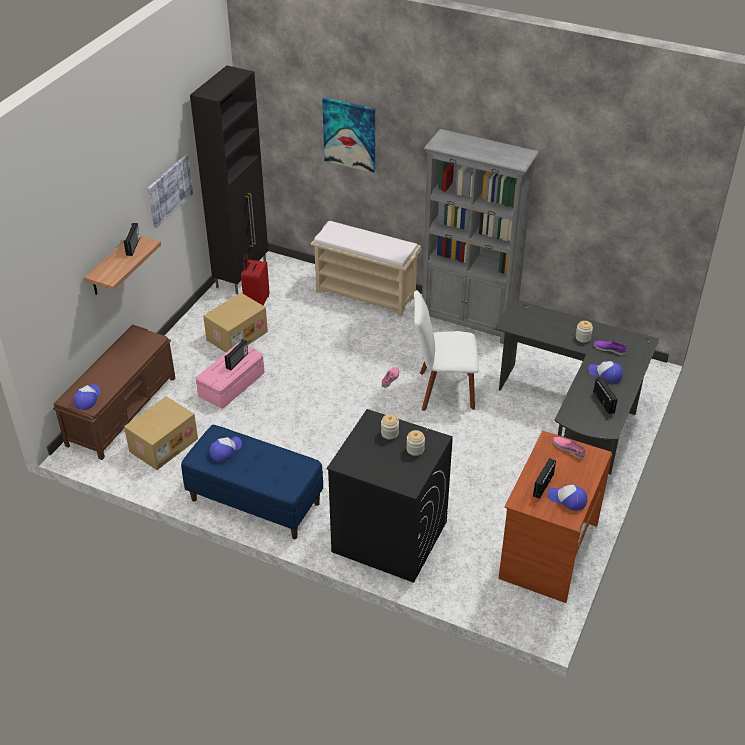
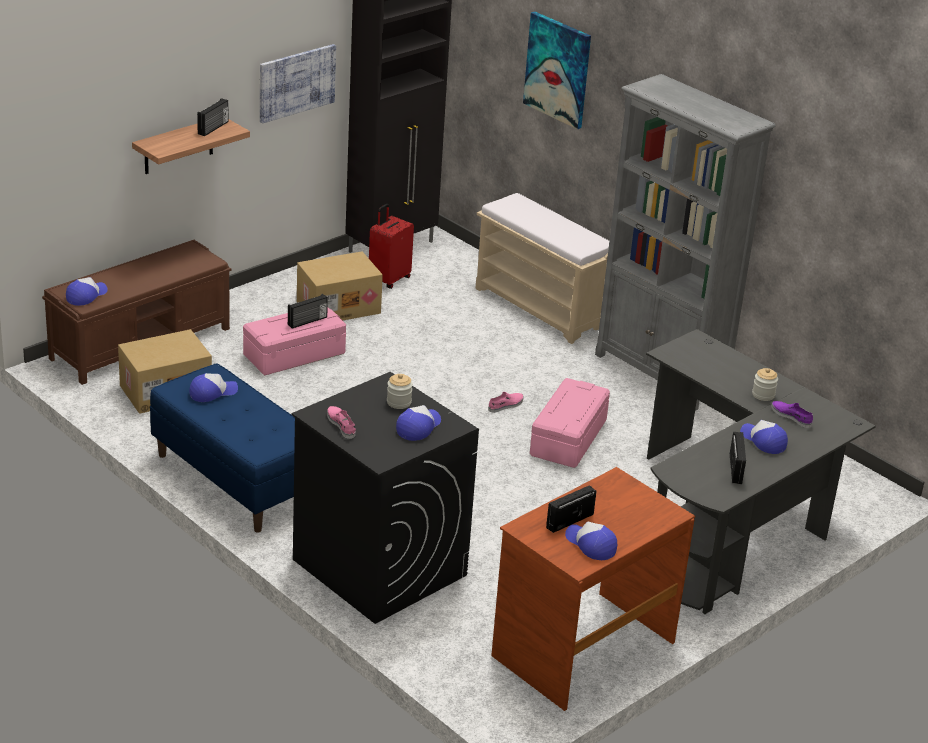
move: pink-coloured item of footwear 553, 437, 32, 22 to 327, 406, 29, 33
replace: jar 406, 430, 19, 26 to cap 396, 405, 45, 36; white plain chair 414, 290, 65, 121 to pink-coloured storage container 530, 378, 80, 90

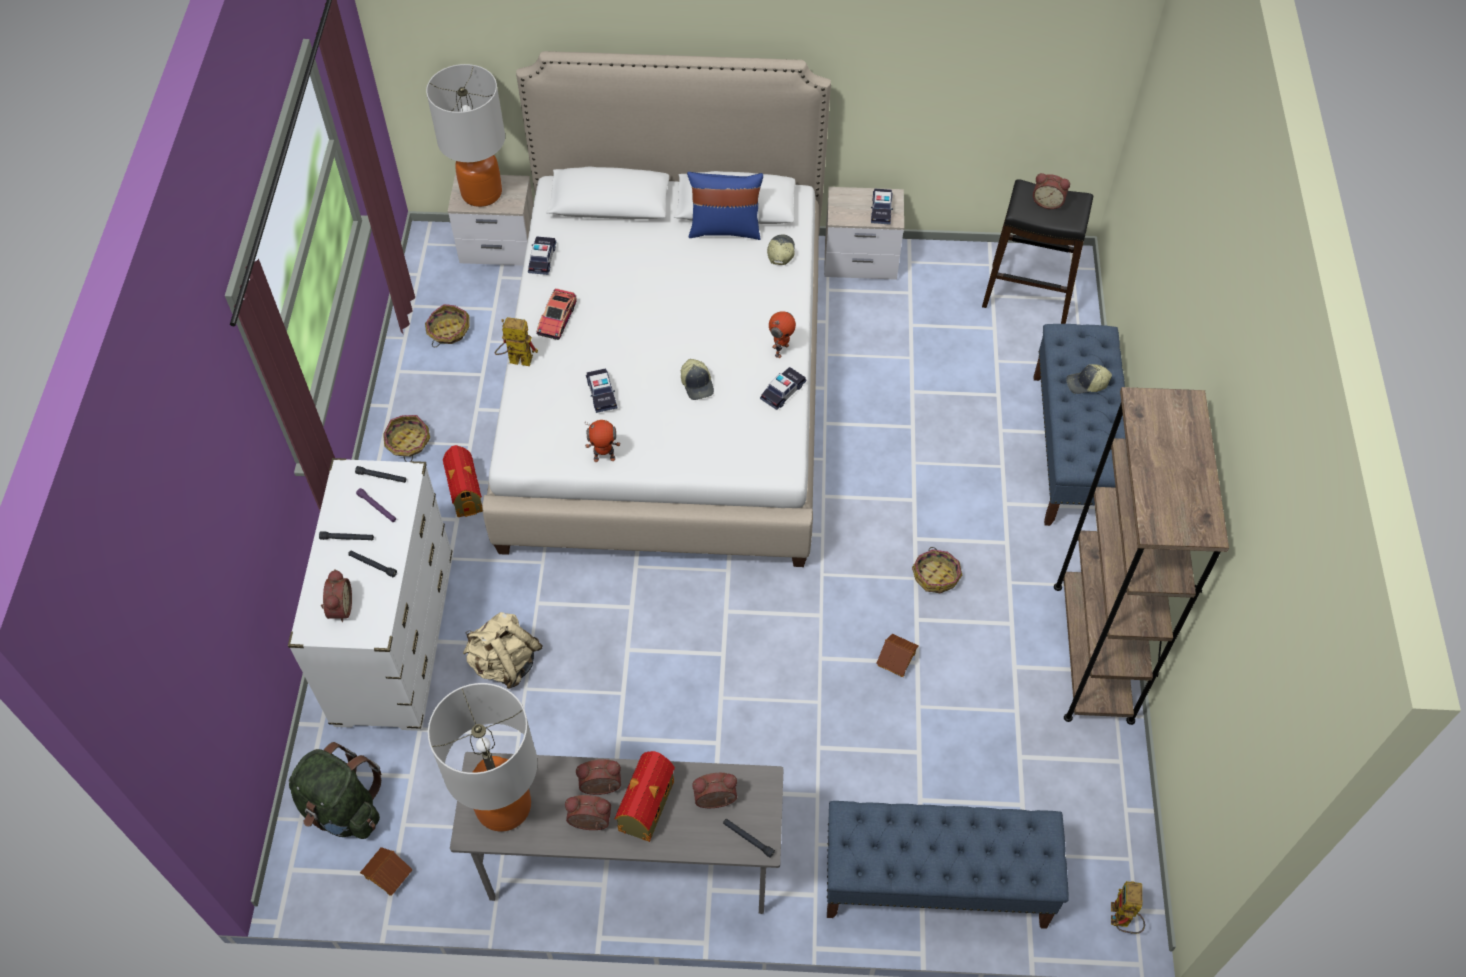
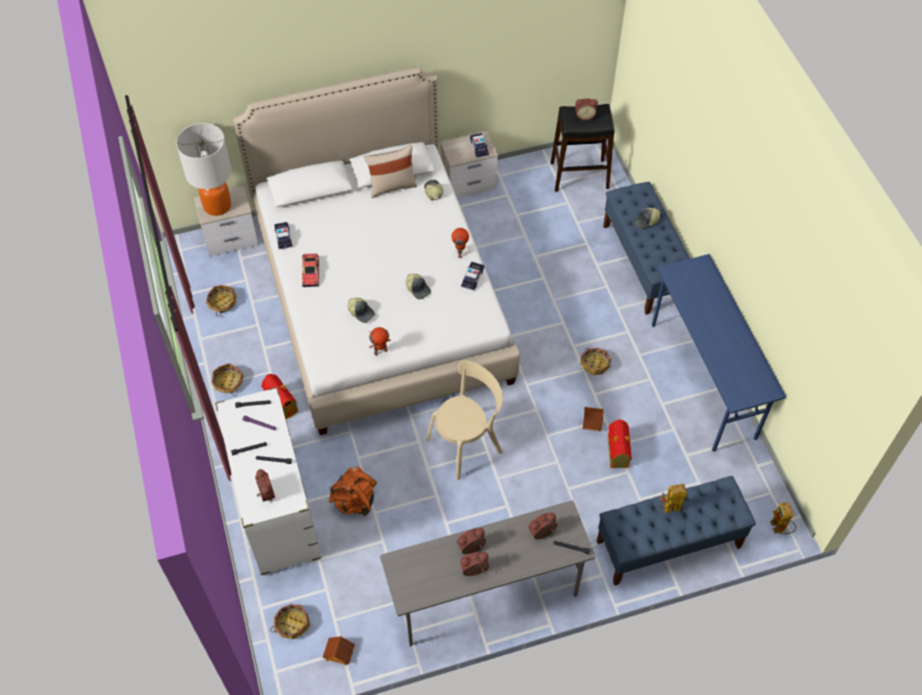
delete: table lamp 428, 683, 110, 148
insert: beige-coloured plain chair 426, 360, 77, 120
move: toy house 615, 751, 60, 91 to 608, 420, 24, 48; model robot 495, 317, 43, 49 to 659, 484, 28, 29
replace: green-coloured backpack 289, 742, 93, 97 to basket 270, 604, 41, 35; model car 586, 368, 31, 45 to cap 348, 298, 27, 25; brown bookshelf 1054, 387, 175, 338 to blue-coloured desk table 652, 254, 134, 198
recolor: beige-coloured backpack 463, 612, 80, 77 to orangey backpack 329, 467, 48, 49; blue-coloured throw pillow 687, 172, 76, 68 to beige-coloured throw pillow 364, 145, 53, 53

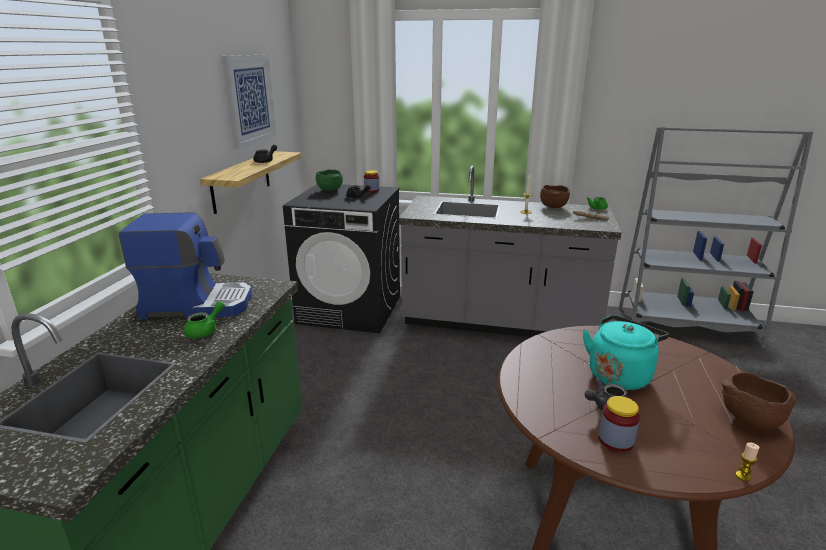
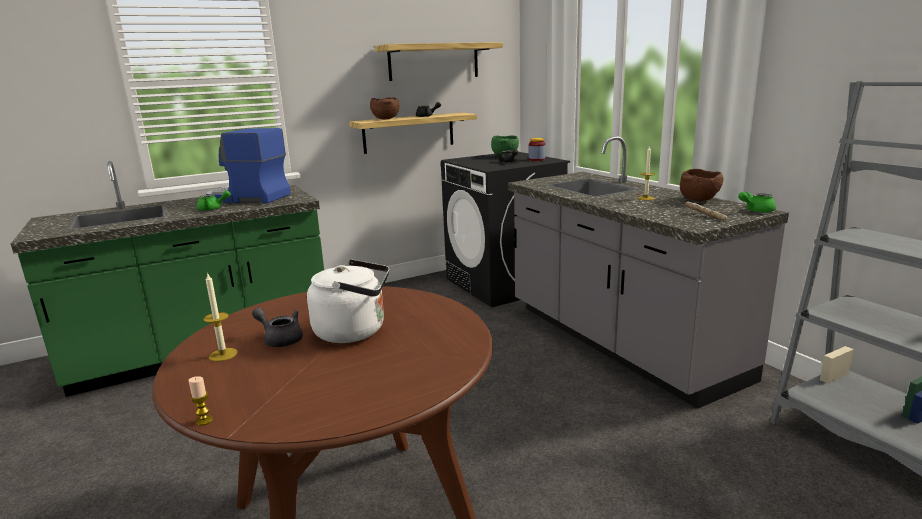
move: brown deep dish 722, 372, 75, 58 to 370, 98, 29, 21
replace: jar 598, 396, 42, 56 to candle 203, 272, 35, 89; picture 222, 55, 54, 94 to wall shelf 375, 42, 128, 39
recolor: blue-green kettle 583, 315, 86, 75 to white kettle 307, 259, 82, 84
rotate: coffee brewer 119, 212, 134, 108 = 206, 128, 85, 76 150 degrees clockwise

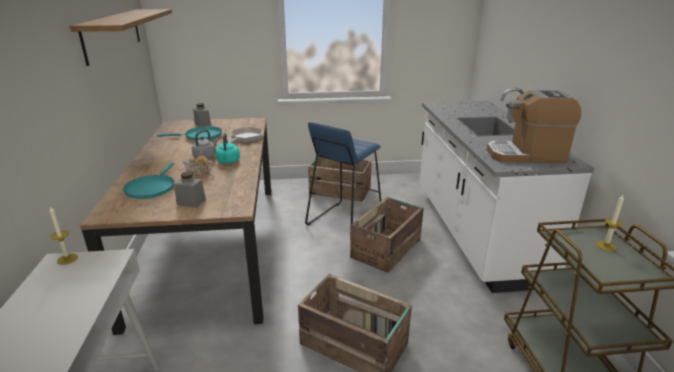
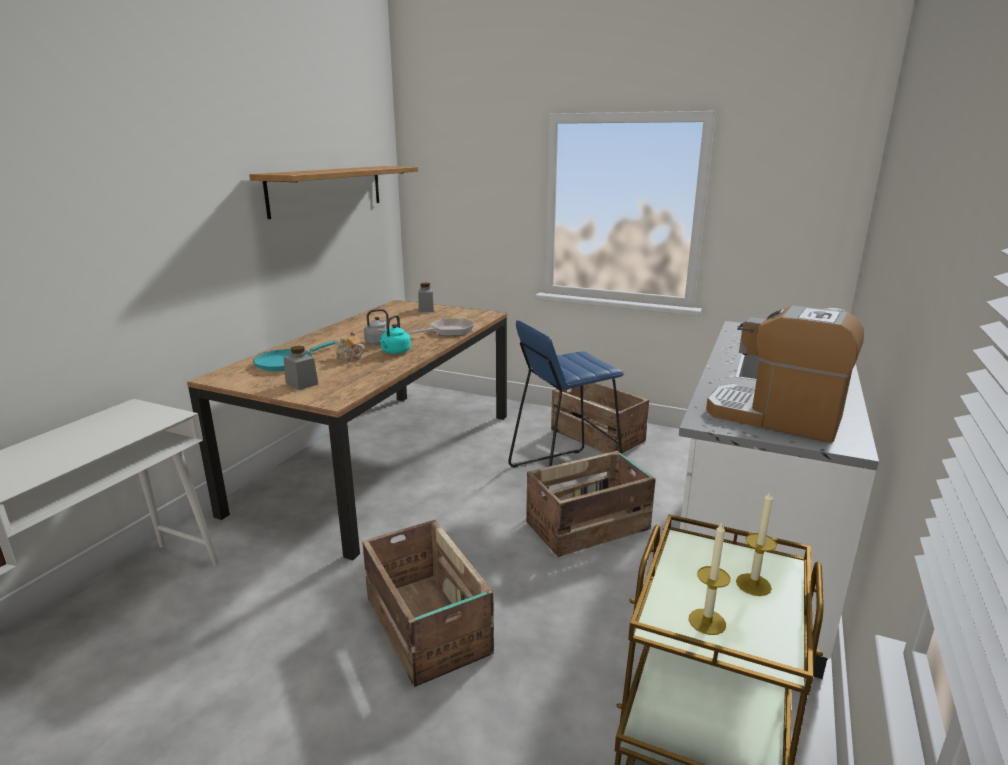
delete: blue-green skillet 157, 126, 65, 15
move: candle 49, 207, 29, 58 to 689, 521, 41, 114

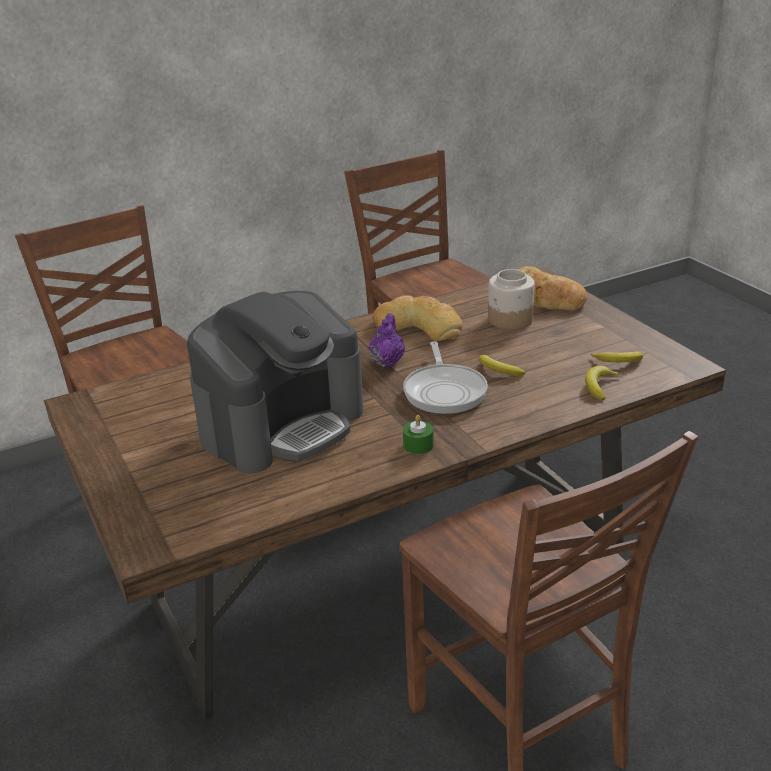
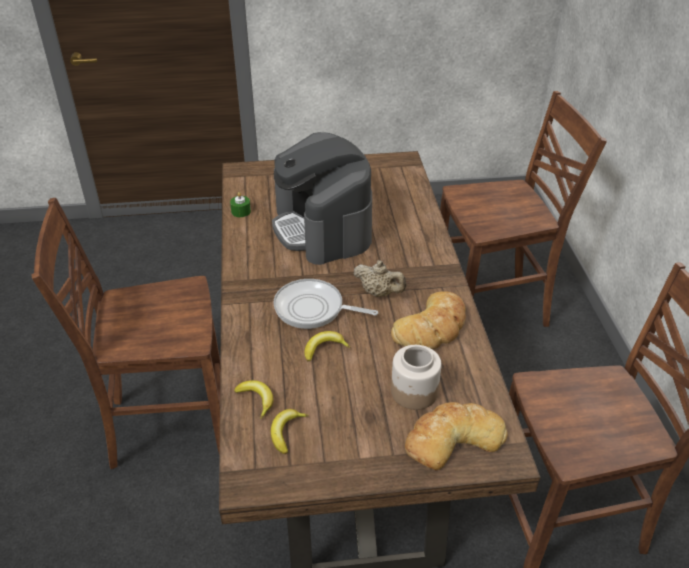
move: green-coloured candle 403, 415, 31, 39 to 230, 192, 21, 25
recolor: purplish teapot 368, 313, 37, 54 to beige-coloured teapot 353, 260, 53, 37

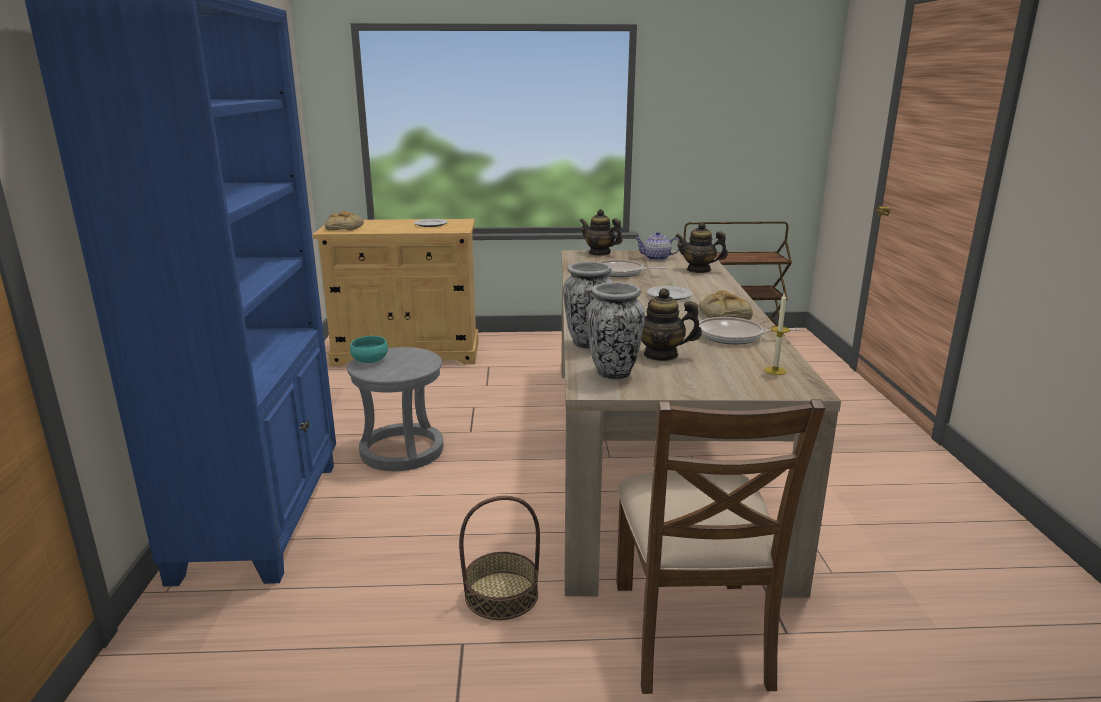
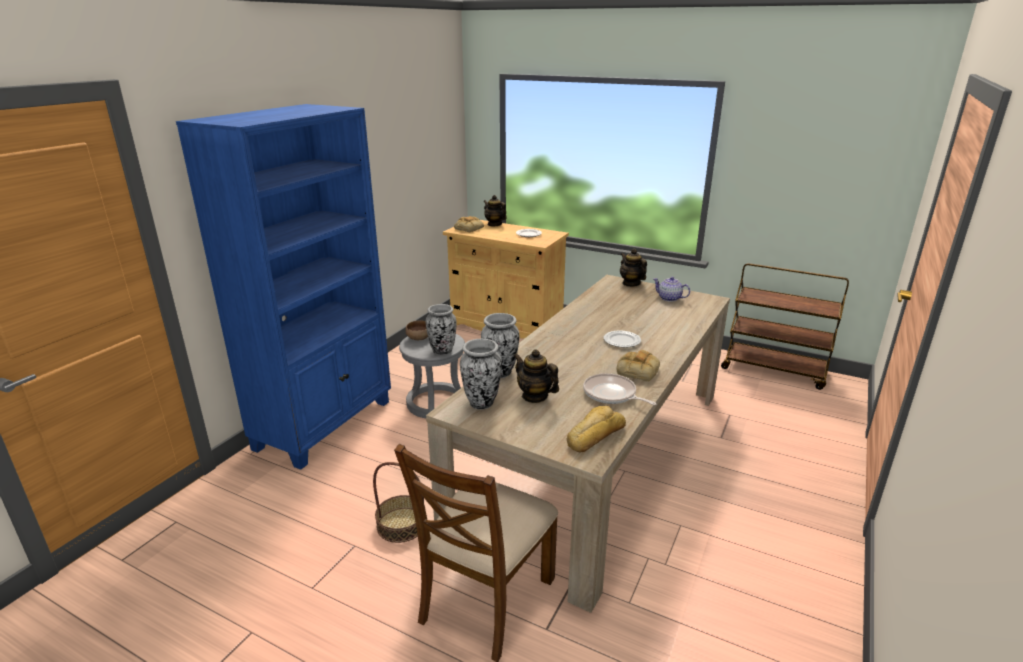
delete: skillet 599, 260, 69, 17
insert: flower vase 426, 304, 31, 51
move: teapot 675, 222, 53, 51 to 483, 195, 24, 31
replace: candle 764, 292, 26, 83 to baked bread 567, 406, 59, 46
recolor: blue-green deep dish 350, 336, 38, 27 to brown deep dish 405, 320, 23, 20

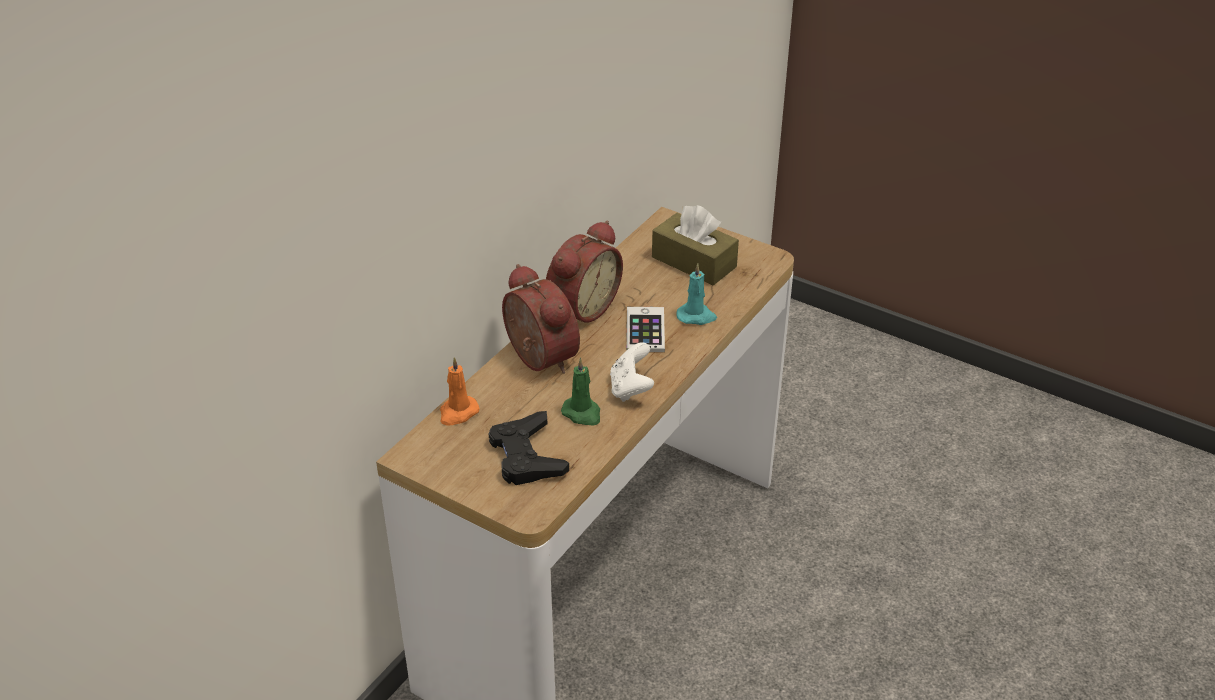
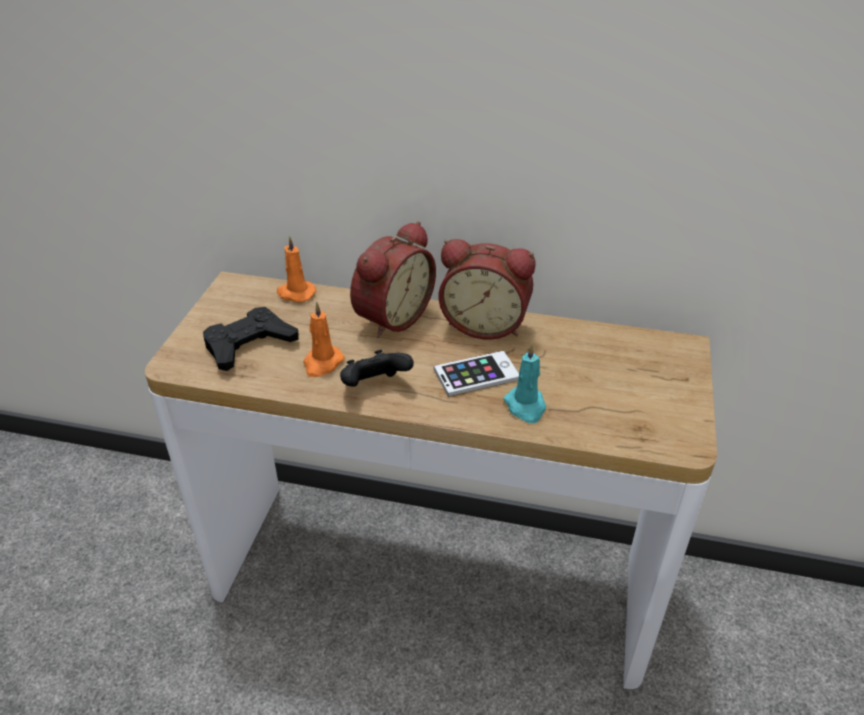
delete: brown tissue box 652, 205, 87, 80
recolor: green-coloured candle 561, 358, 39, 68 to orangey candle 303, 302, 42, 75; white joypad 610, 342, 44, 60 to black joypad 340, 350, 74, 37

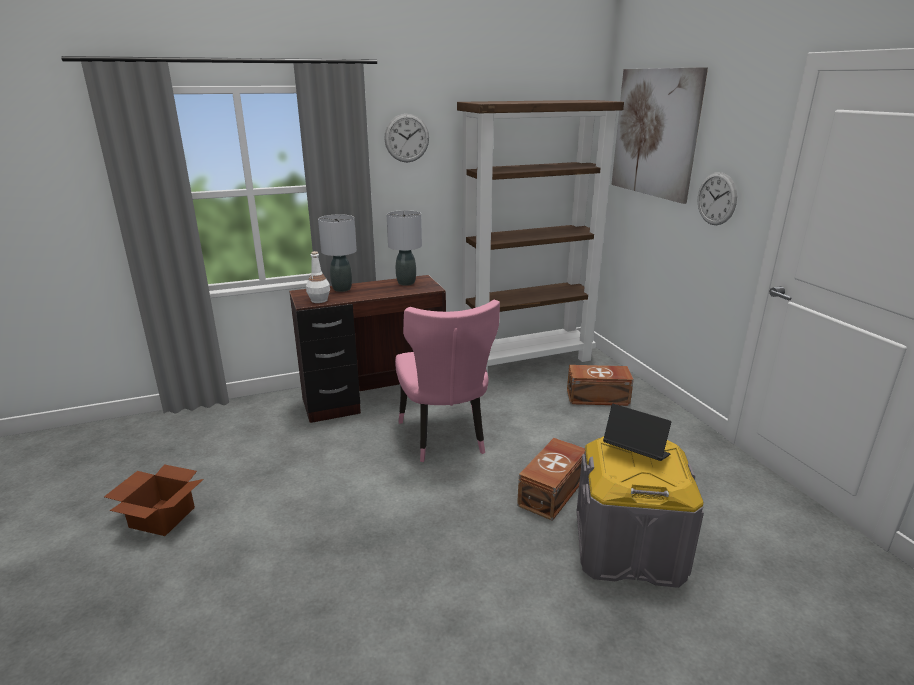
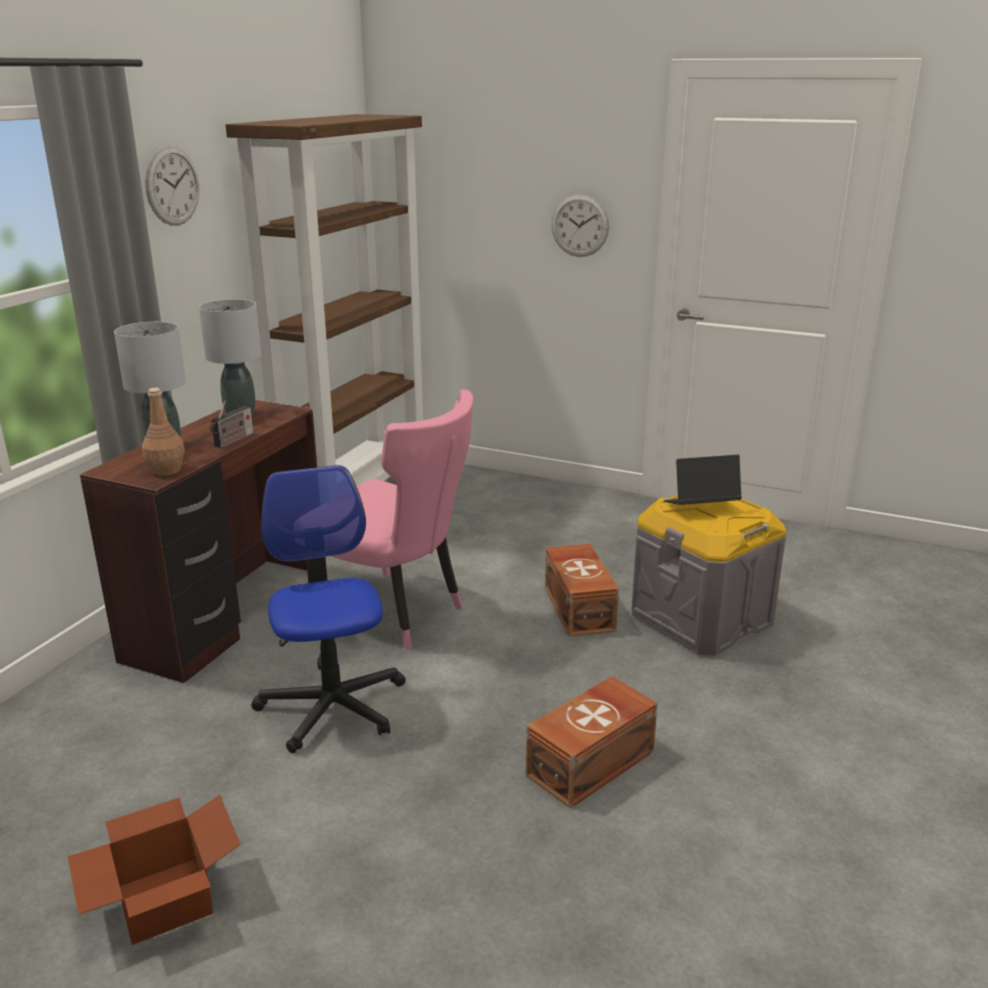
delete: picture 611, 67, 97, 137
insert: radio receiver 210, 400, 43, 48; computer chair 251, 465, 155, 289
move: brown storage container 567, 365, 67, 41 to 526, 676, 132, 133
recolor: white drink bottle 306, 251, 24, 52 to brown drink bottle 142, 388, 43, 88

